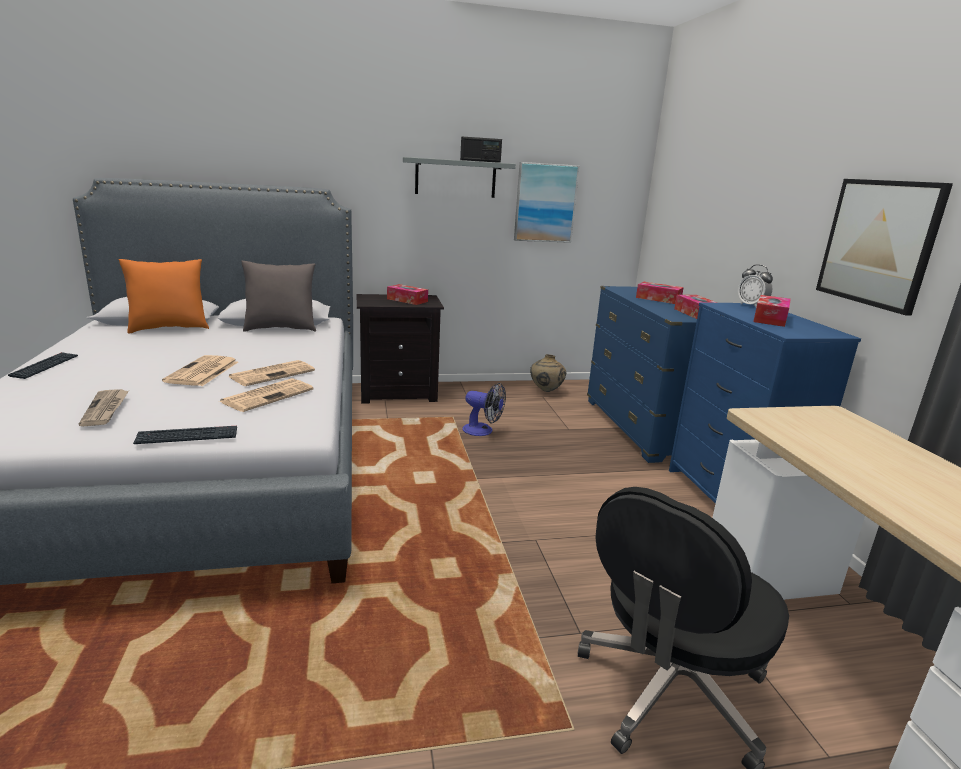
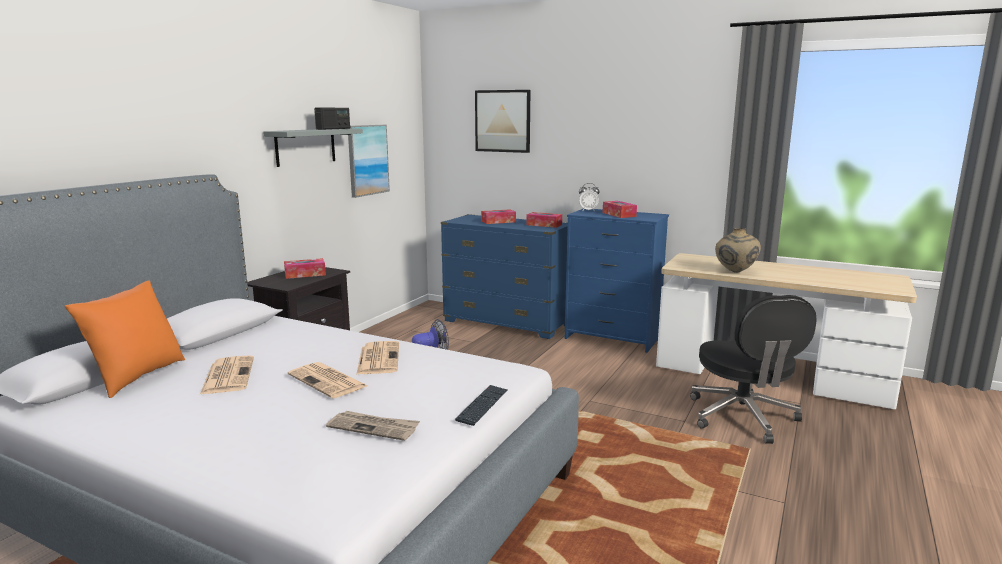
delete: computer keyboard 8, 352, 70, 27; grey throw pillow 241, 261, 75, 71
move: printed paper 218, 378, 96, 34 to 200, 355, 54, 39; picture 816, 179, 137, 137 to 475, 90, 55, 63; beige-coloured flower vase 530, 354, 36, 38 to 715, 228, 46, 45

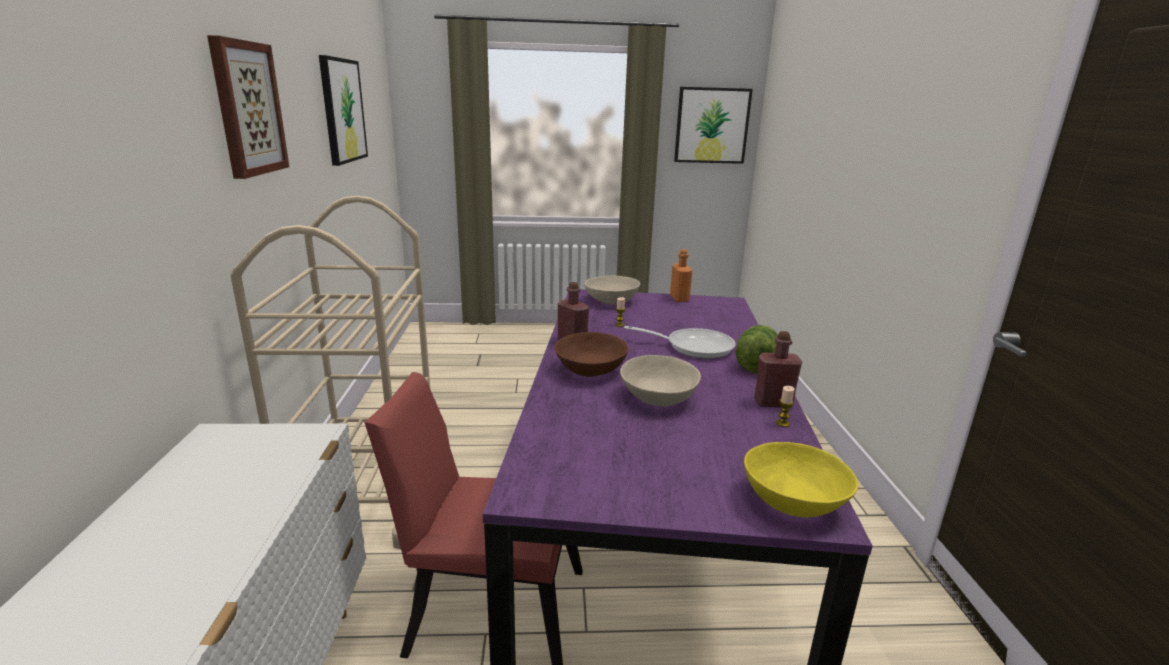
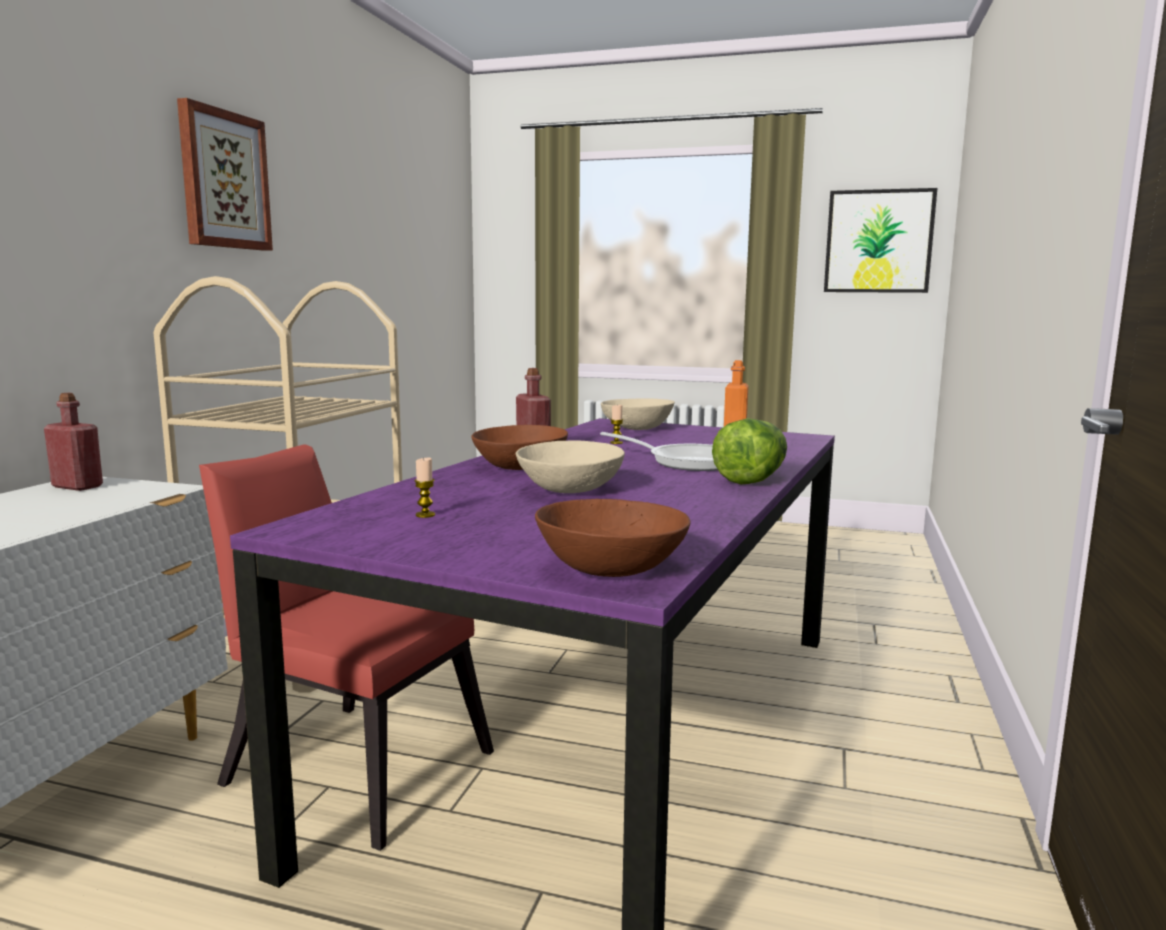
delete: picture 319, 55, 49, 111
move: red-coloured drink bottle 754, 331, 48, 77 to 44, 393, 59, 98; candle 776, 386, 19, 41 to 414, 458, 21, 60
recolor: yellowish deep dish 744, 442, 115, 75 to brown deep dish 535, 499, 156, 78

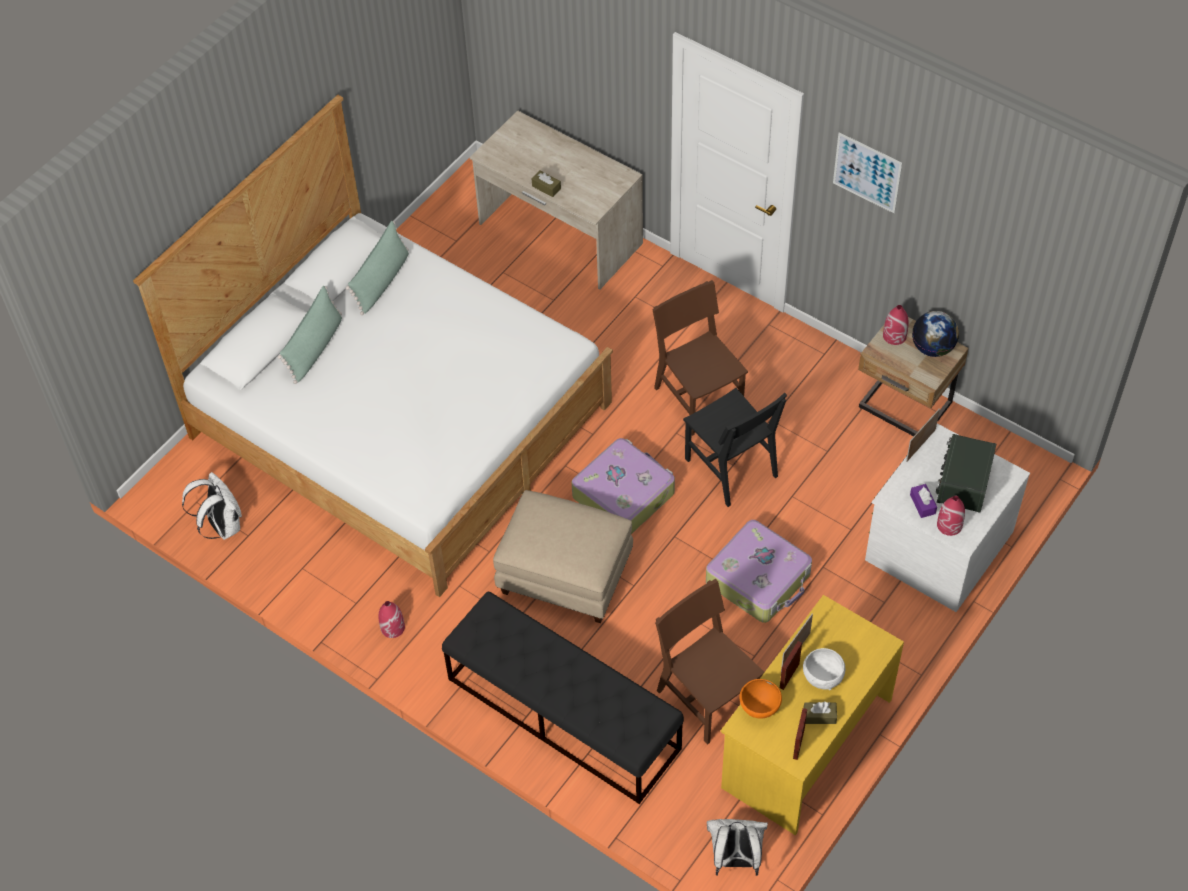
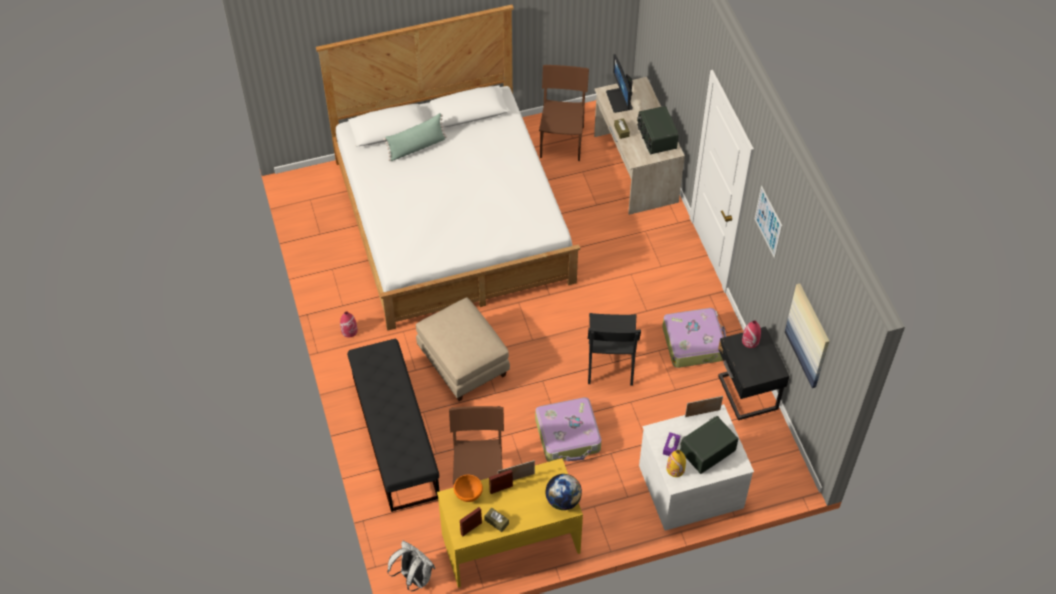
delete: white backpack 182, 472, 60, 68; green-coloured throw pillow 346, 221, 63, 94; white deep dish 803, 648, 42, 42
insert: monitor 606, 54, 27, 59; radio receiver 637, 106, 42, 48; picture 785, 284, 44, 104
move: brown plain chair 652, 280, 96, 156 to 539, 65, 50, 96; world globe 912, 311, 47, 46 to 546, 474, 36, 36; suitcase 572, 438, 103, 96 to 662, 308, 64, 60
recolor: red-coloured flower vase 937, 496, 28, 40 to yellowish flower vase 667, 450, 19, 27; beige-coloured bedside table 858, 317, 110, 119 to black bedside table 718, 327, 72, 93

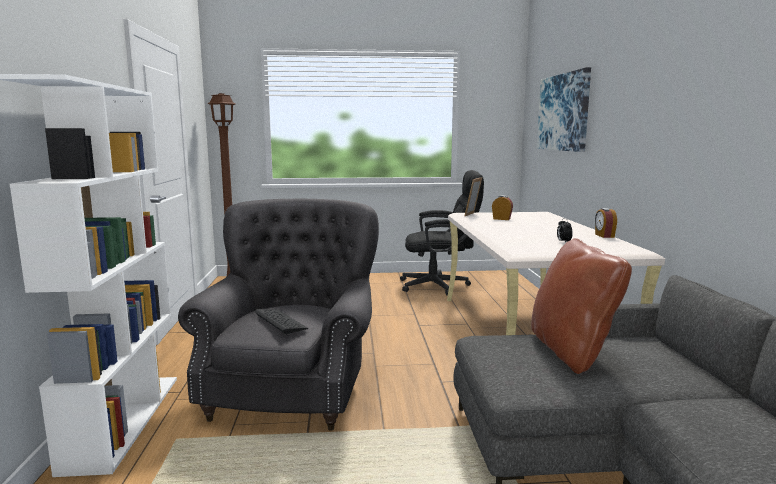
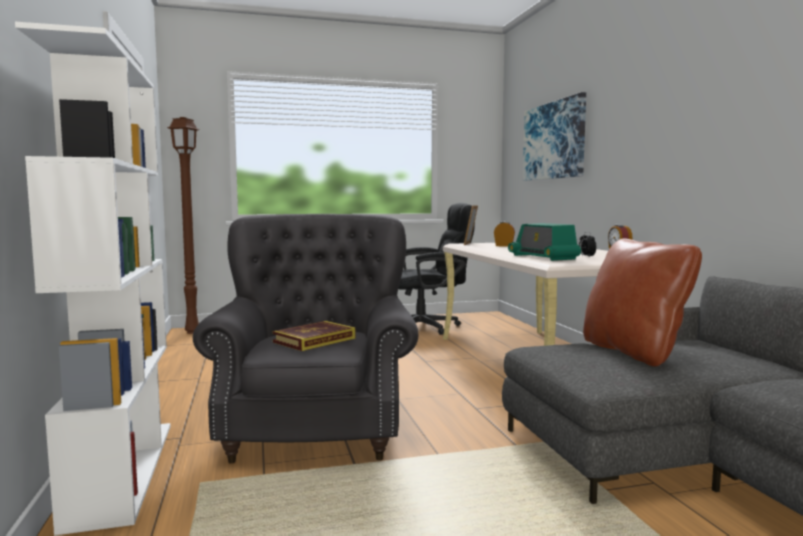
insert: radio receiver 508, 223, 73, 38
replace: computer keyboard 255, 309, 53, 25 to bound book 273, 321, 82, 30

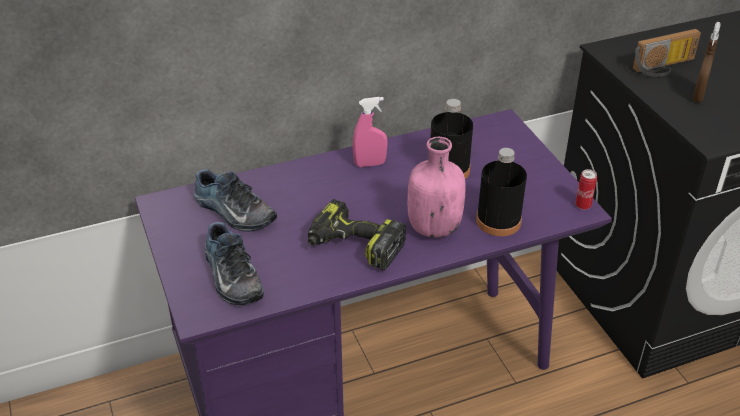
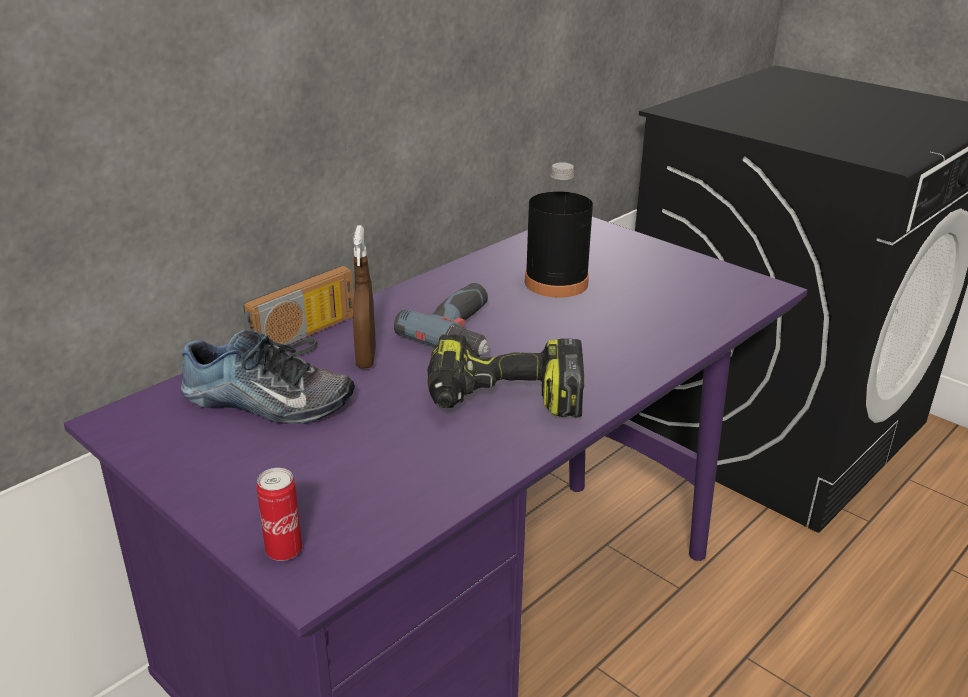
delete: item of footwear 205, 222, 59, 83; pink-coloured sprayer 352, 97, 36, 70; pink-coloured drink bottle 408, 137, 57, 101; black drink bottle 476, 148, 51, 88
insert: electric drill 394, 283, 96, 74
move: radio receiver 632, 29, 69, 47 to 243, 266, 111, 91; can 575, 169, 22, 41 to 257, 468, 45, 93; brown sprayer 693, 22, 28, 80 to 353, 225, 23, 143

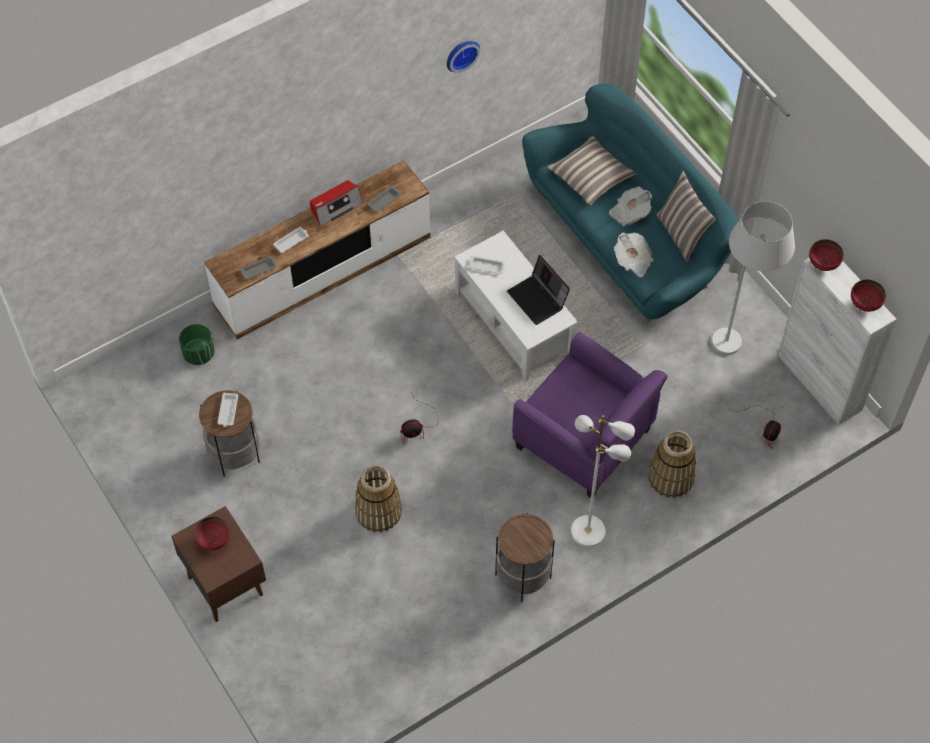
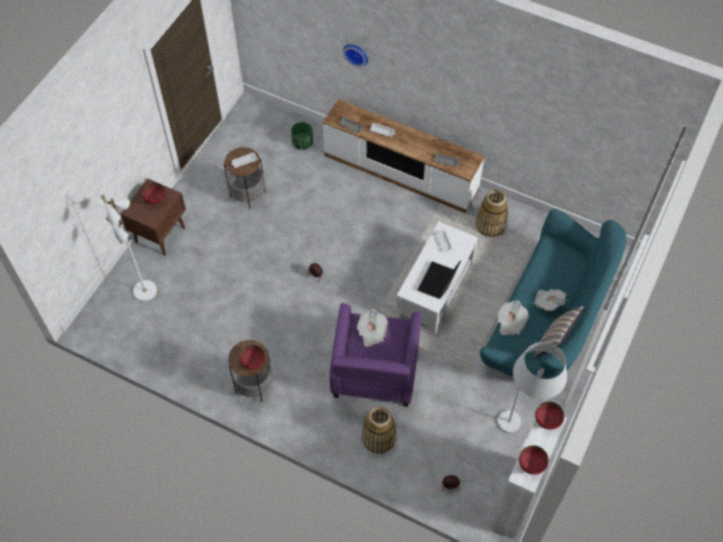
delete: radio receiver 310, 180, 53, 46; throw pillow 547, 135, 90, 71
insert: red-coloured deep dish 240, 345, 25, 25; printed paper 357, 309, 31, 38
move: white standard lamp 571, 415, 64, 132 to 101, 195, 56, 107; hanging clock 447, 41, 33, 32 to 343, 44, 25, 23; basket 355, 465, 47, 68 to 476, 189, 32, 48

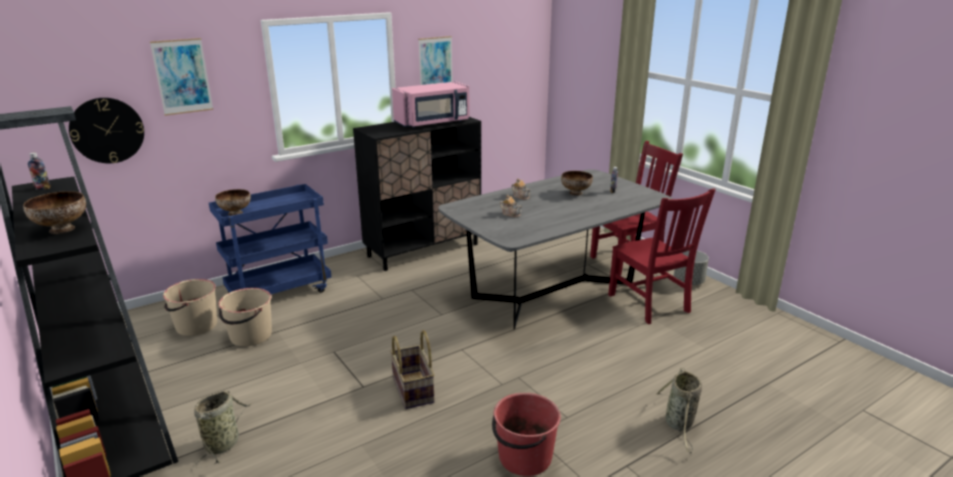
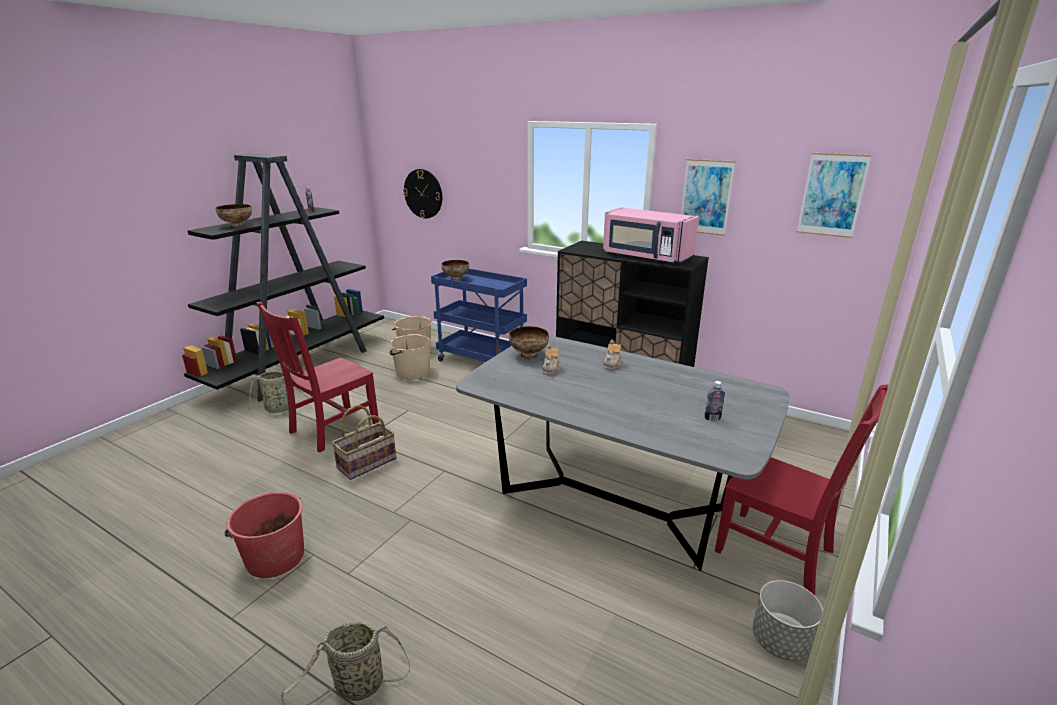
move: red-coloured plain chair 608, 188, 108, 136 to 256, 302, 123, 150; deep dish 561, 171, 32, 25 to 509, 326, 40, 33; picture 150, 38, 63, 78 to 797, 153, 75, 85

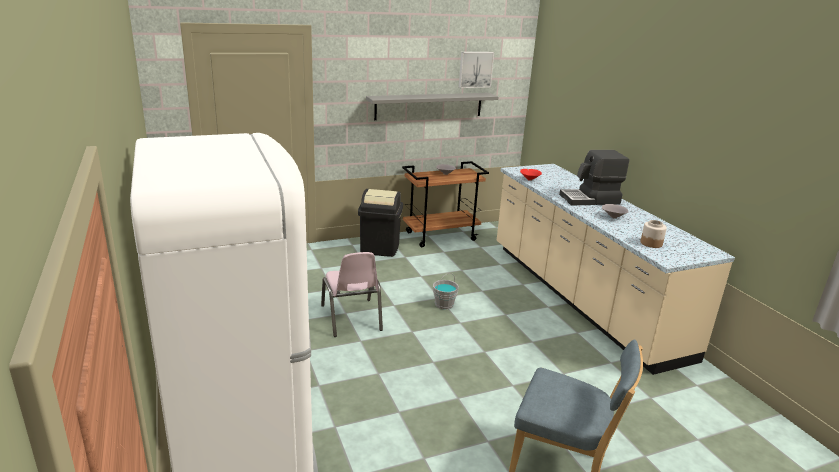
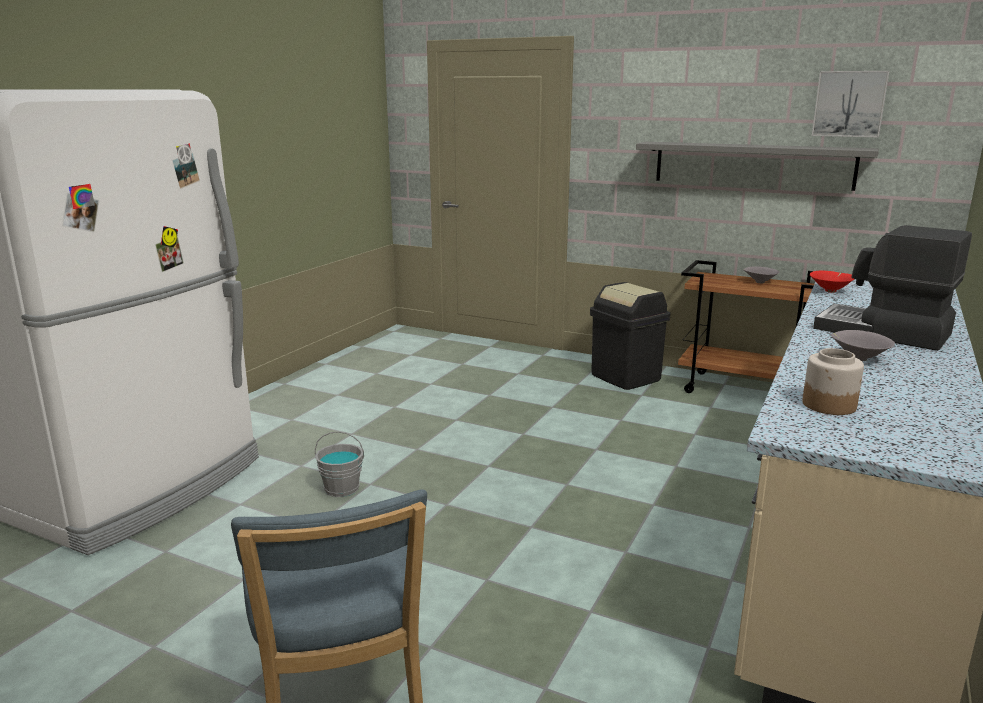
delete: pink-coloured plain chair 321, 252, 62, 85
move: grey water bucket 433, 273, 26, 36 to 315, 431, 49, 66

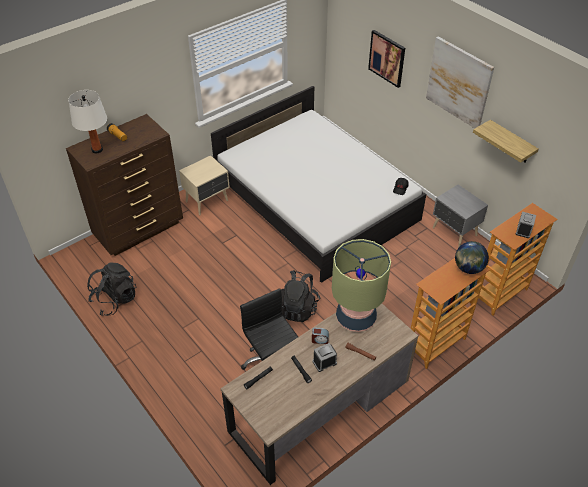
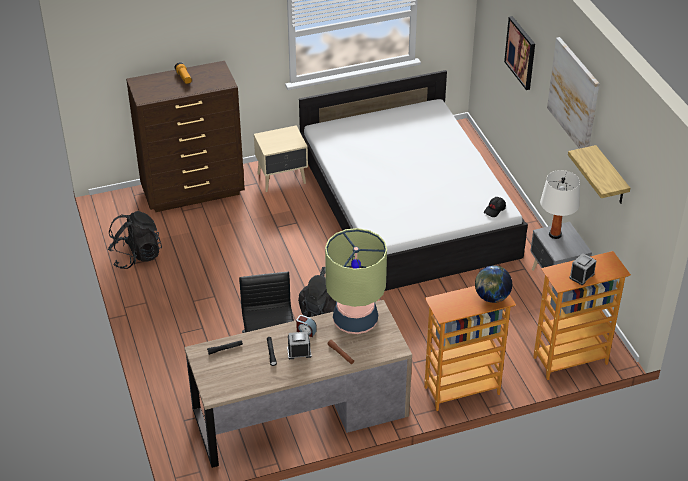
move: white table lamp 68, 90, 39, 63 to 540, 170, 40, 69

